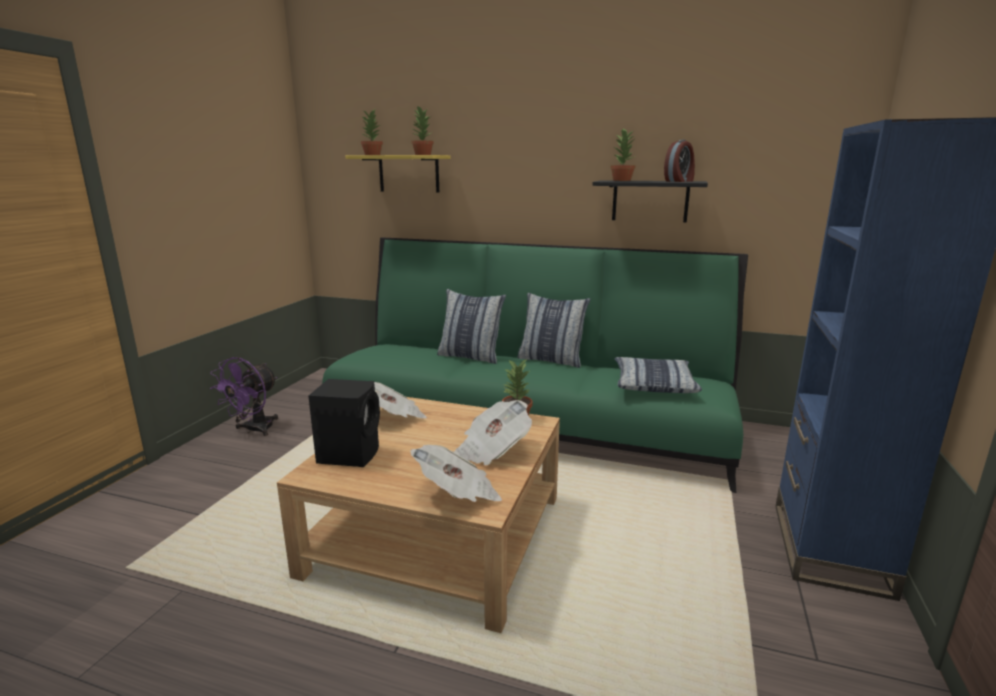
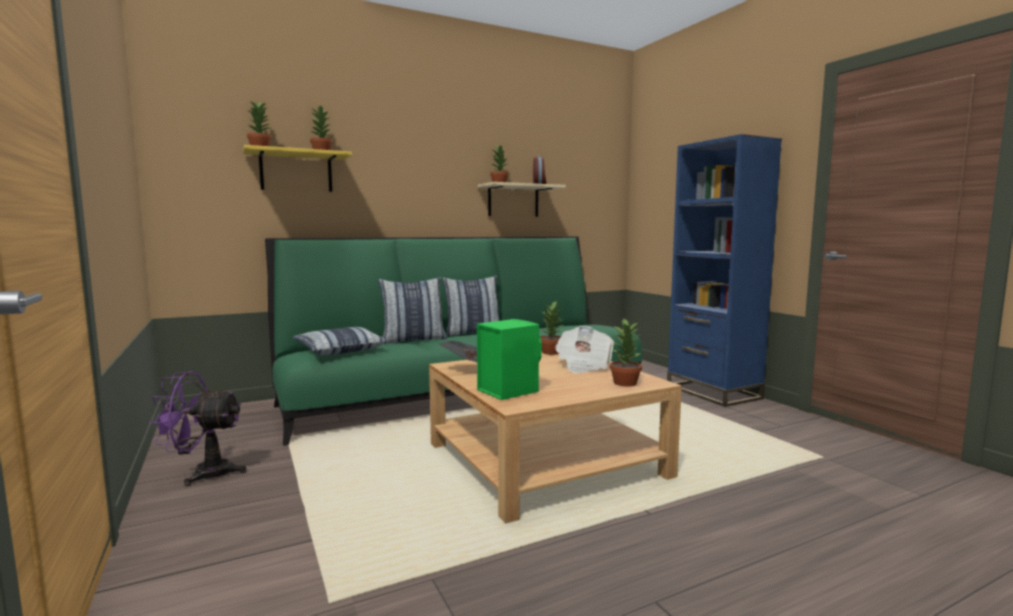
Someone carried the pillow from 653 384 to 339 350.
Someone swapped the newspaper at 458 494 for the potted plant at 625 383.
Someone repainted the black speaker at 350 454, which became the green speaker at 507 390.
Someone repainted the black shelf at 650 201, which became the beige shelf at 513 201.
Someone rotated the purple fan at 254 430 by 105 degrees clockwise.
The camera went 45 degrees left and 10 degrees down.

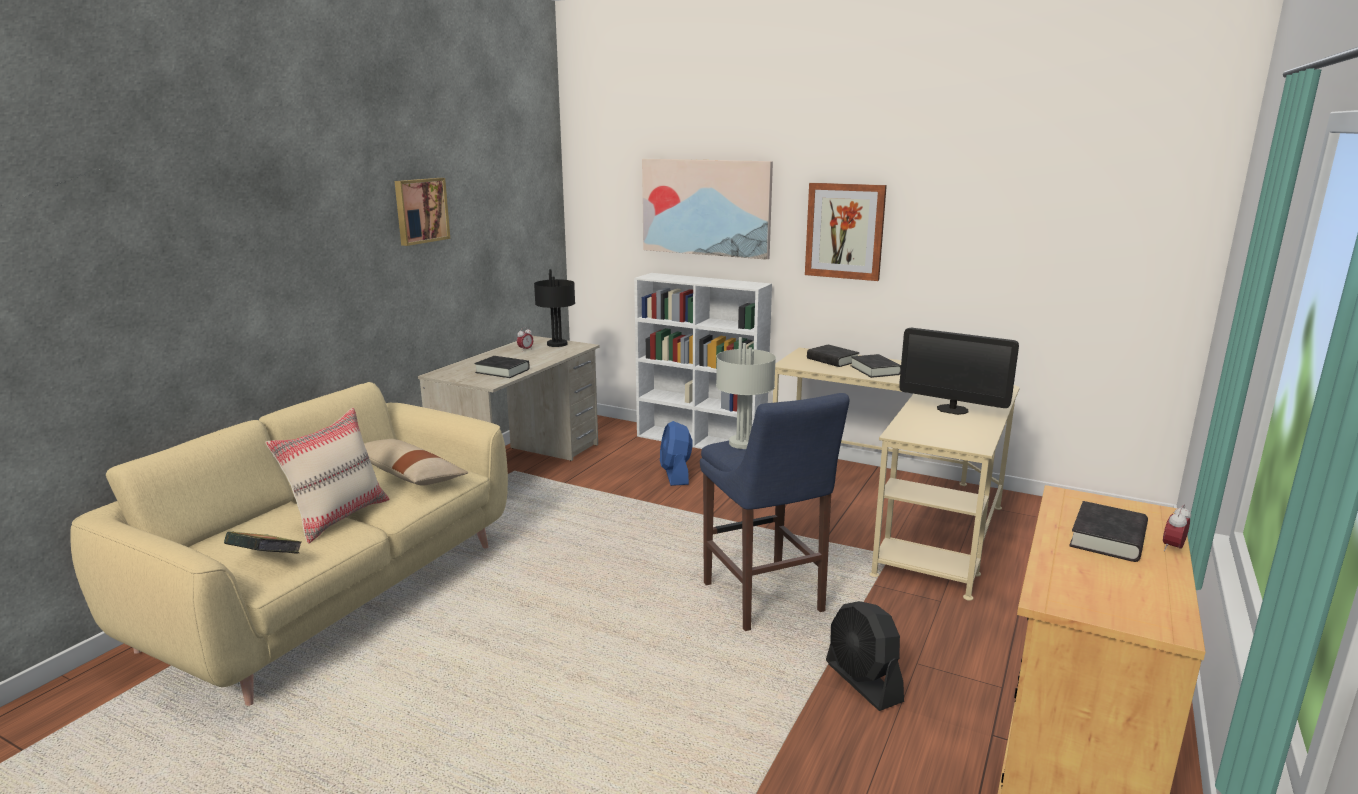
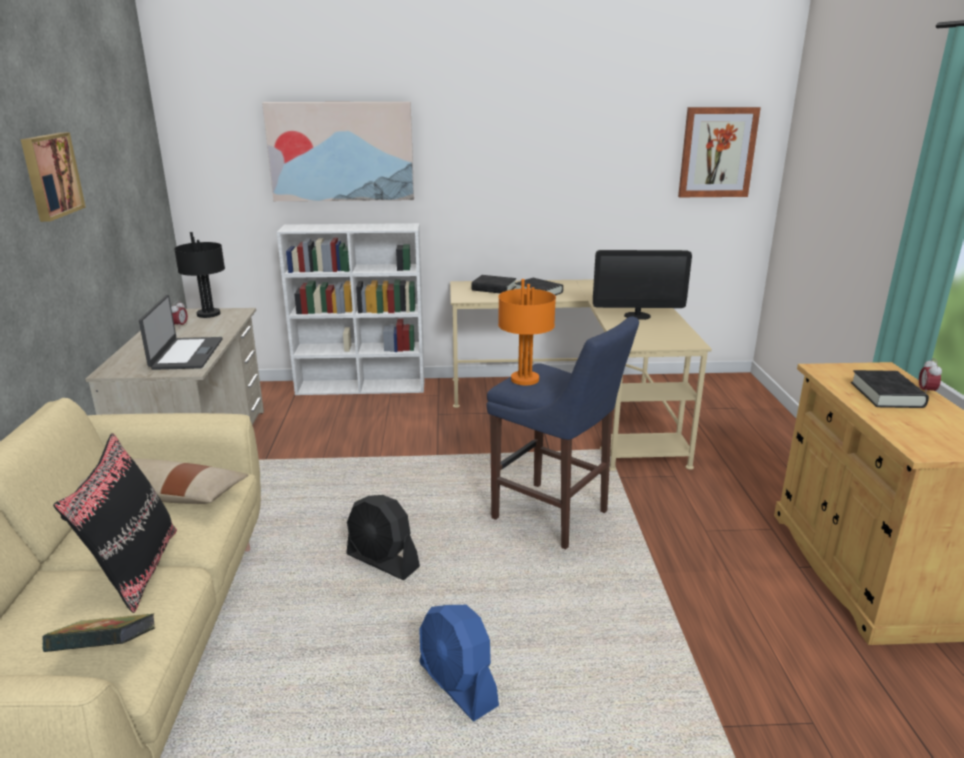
Someone carried the blue fan from 676 474 to 457 685.
Someone carried the picture from 845 231 to 717 152.
Someone carried the black fan from 863 682 to 382 562.
Someone swapped the black book at 502 371 for the laptop at 186 354.
Someone repainted the beige pillow at 338 517, which became the black pillow at 135 569.
Someone repainted the grey table lamp at 744 443, which became the orange table lamp at 524 379.
The camera went 30 degrees left and 5 degrees up.

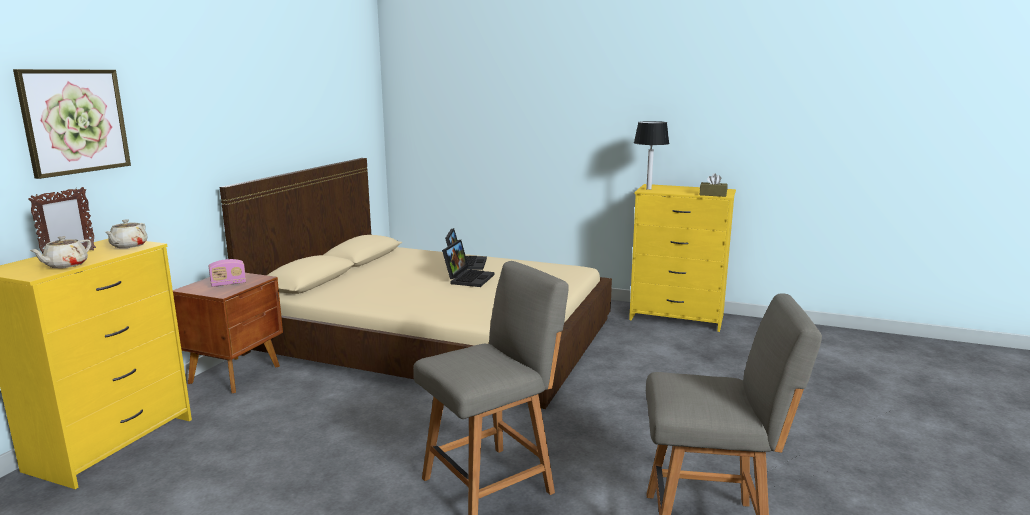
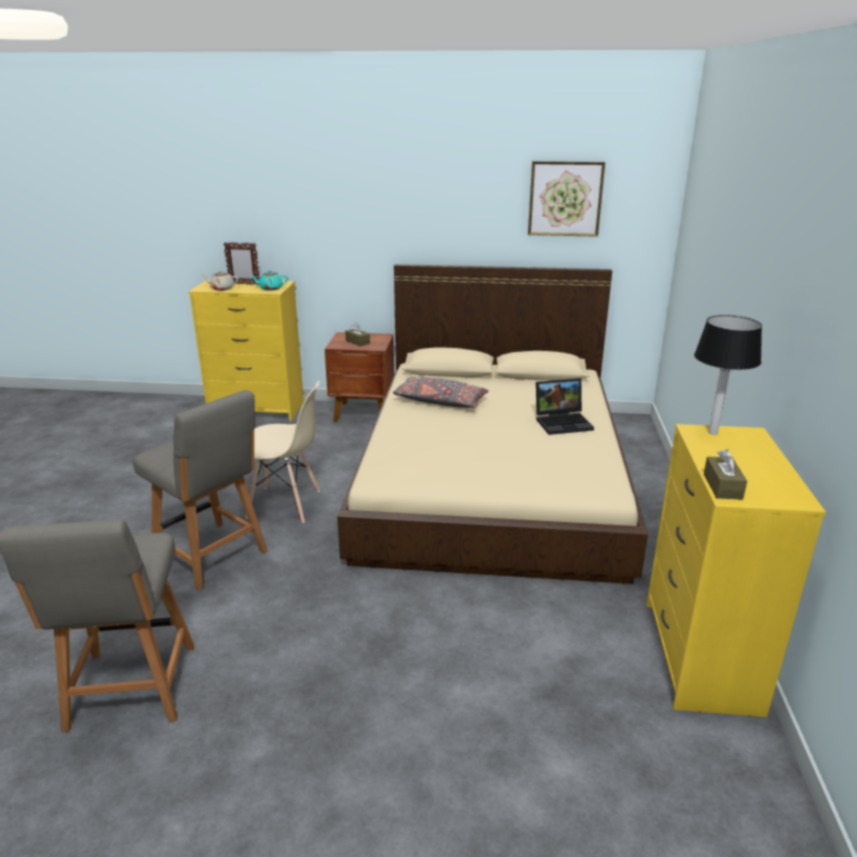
Someone took away the laptop at 468 278.
Someone put down the beige chair at 284 504.
Someone put down the grey pillow at 440 402.
Someone carried the picture from 74 121 to 565 199.
Someone swapped the radio at 228 284 for the brown tissue box at 357 342.
Someone repainted the beige teapot at 128 246, which became the turquoise teapot at 270 288.
The camera went 75 degrees right and 10 degrees up.

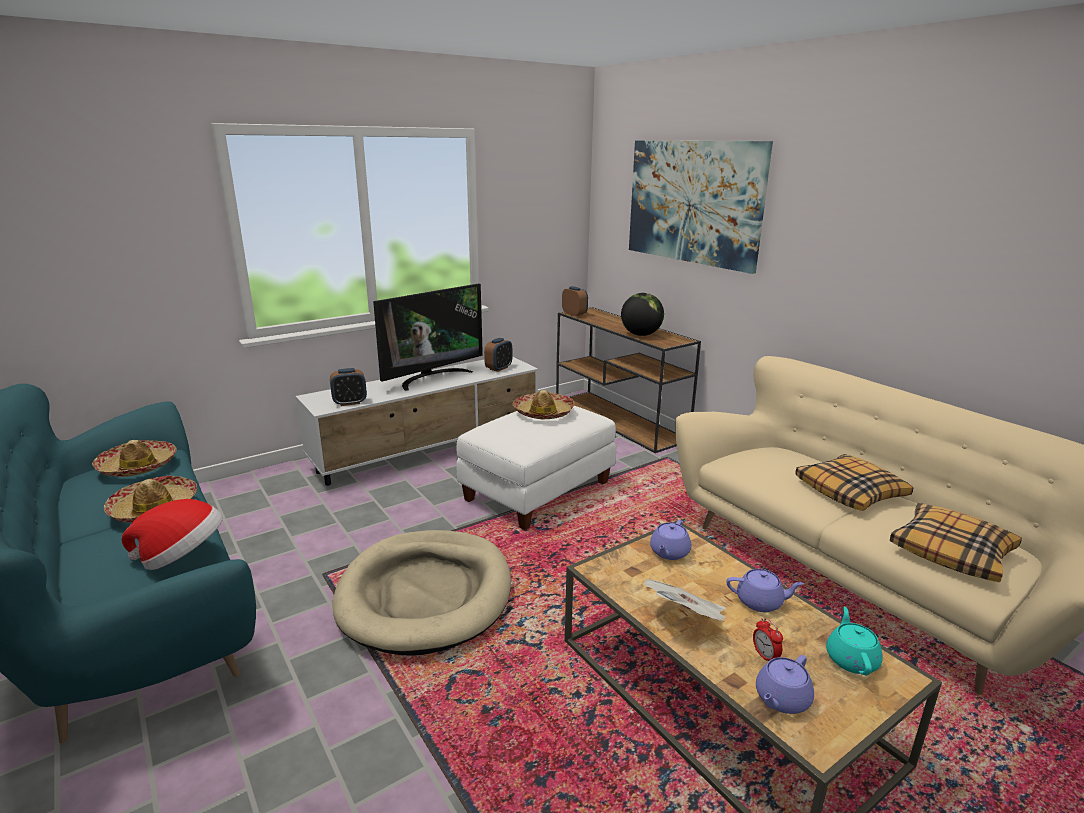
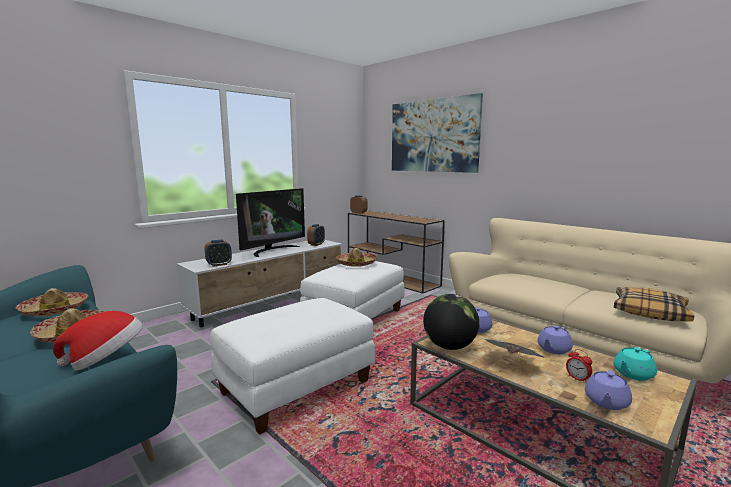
Someone took away the pillow at 850 492.
Someone carried the globe from 641 335 to 449 346.
Someone swapped the beige dog bed at 426 594 for the white ottoman at 296 386.
Someone rotated the purple teapot at 760 602 by 135 degrees clockwise.
Someone rotated the turquoise teapot at 851 659 by 120 degrees counterclockwise.
The camera went 10 degrees left and 10 degrees down.

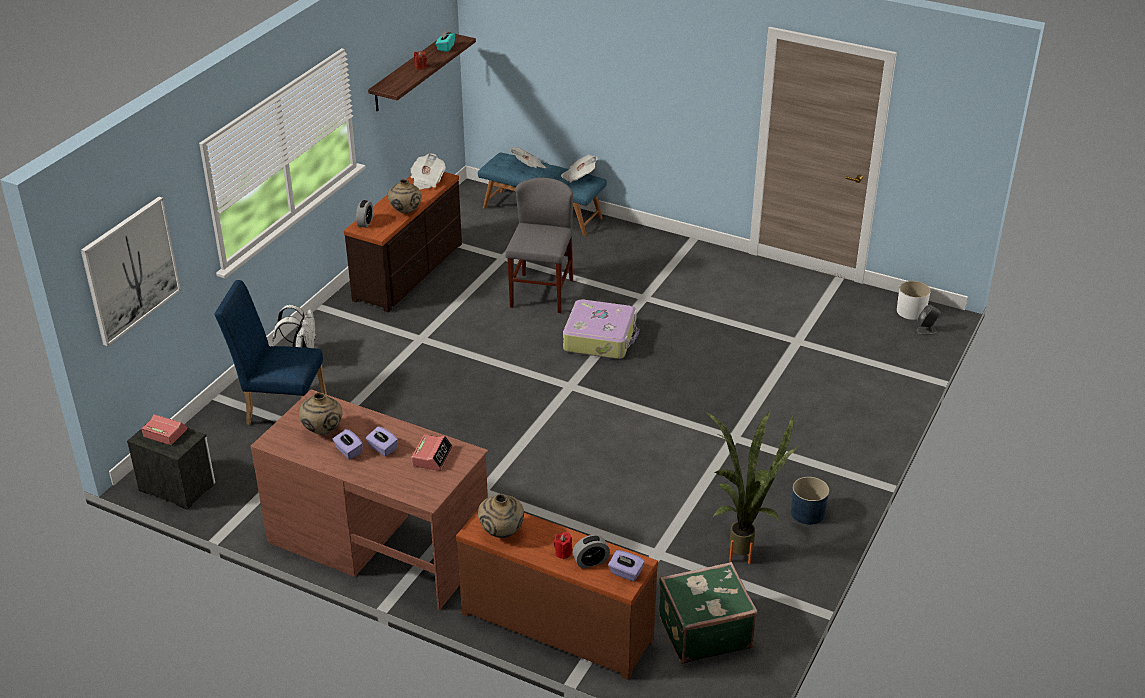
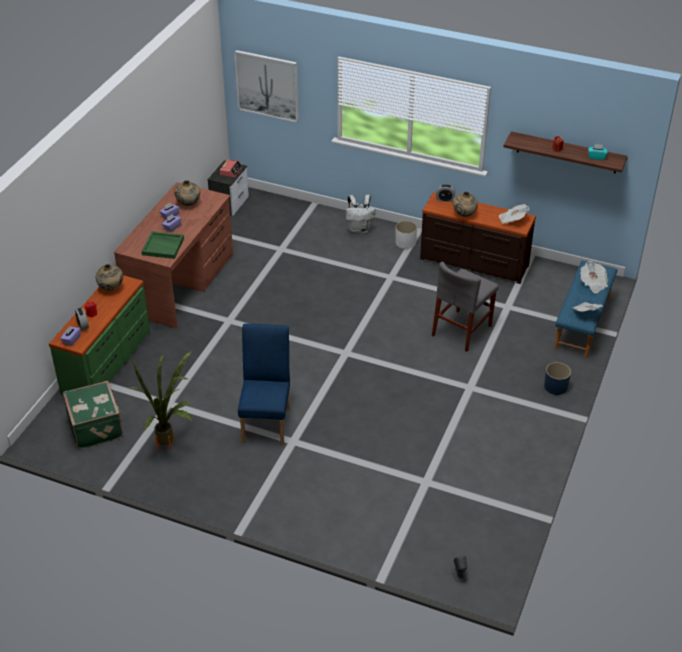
Someone took away the suitcase at 600 338.
Someone carried the blue chair from 281 410 to 267 421.
Someone carried the blue planter from 808 512 to 555 387.
Someone carried the white planter from 911 311 to 405 242.
Someone swapped the alarm clock at 432 457 for the green tray at 163 246.
Someone repainted the brown dresser at 558 625, which became the green dresser at 108 362.
Someone rotated the grey chair at 541 293 by 120 degrees clockwise.
The camera went 85 degrees right and 5 degrees up.

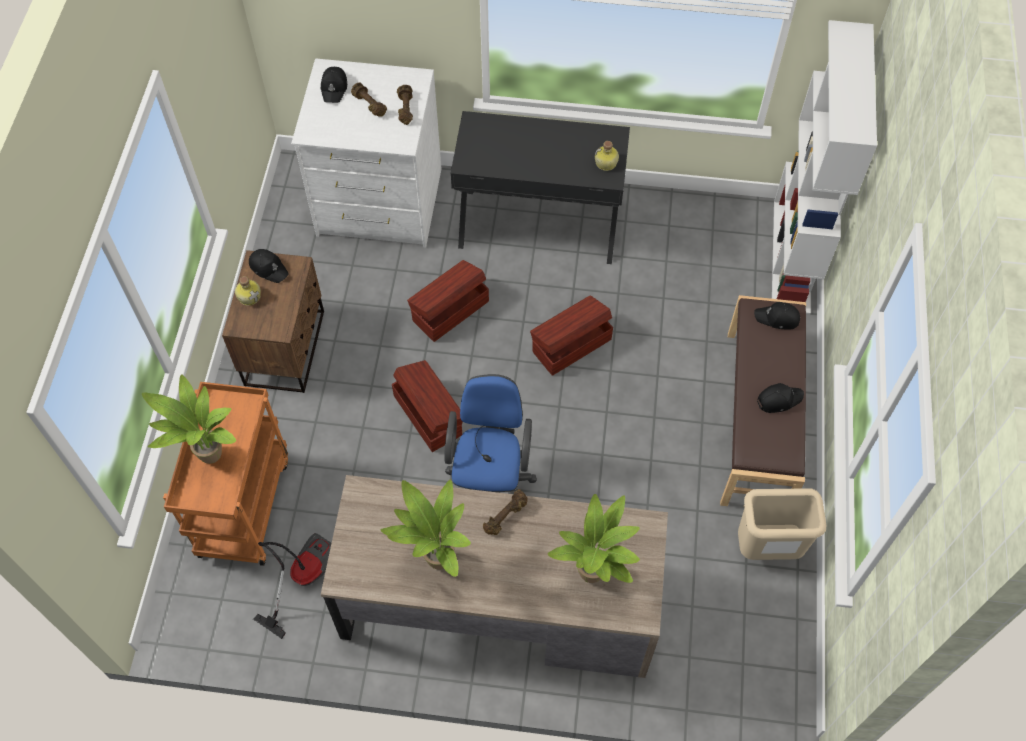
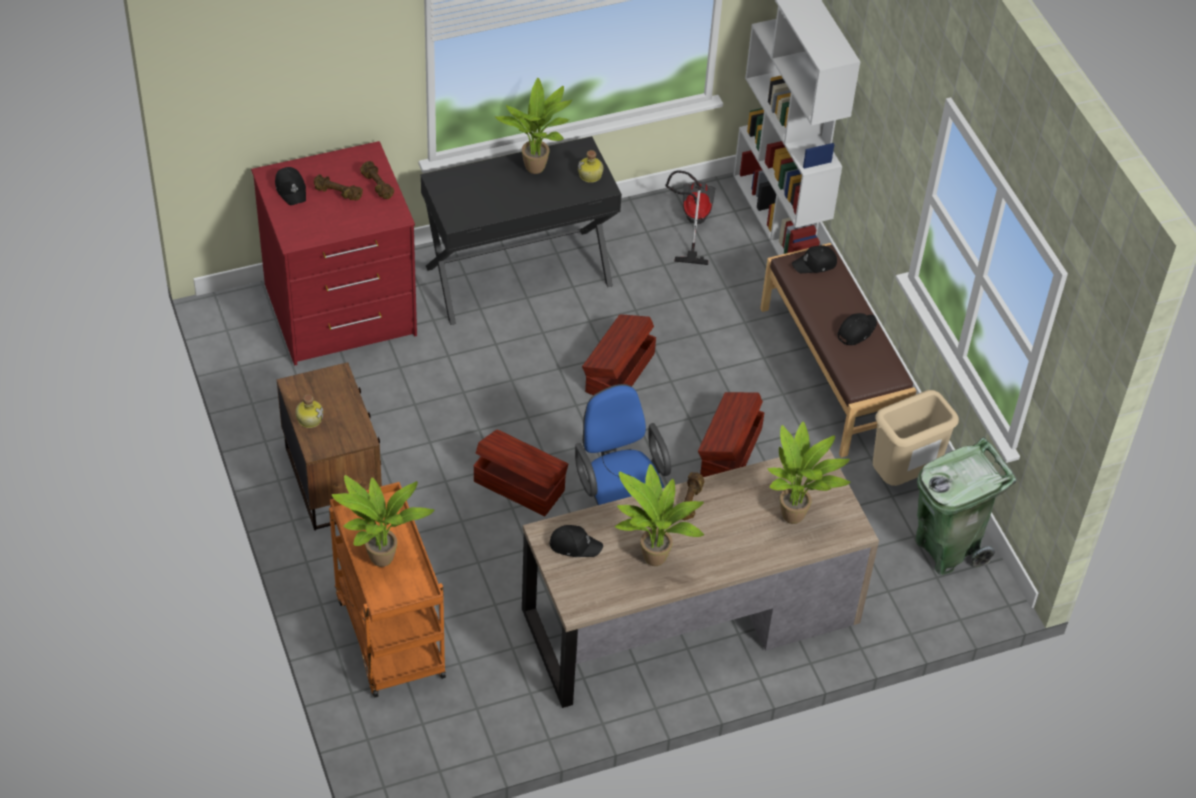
Someone put down the potted plant at 537 170.
Someone put down the green trash can at 947 548.
Someone carried the black cap from 268 268 to 574 545.
Someone carried the vacuum cleaner from 303 576 to 691 221.
Someone carried the brown storage box from 449 310 to 729 452.
Someone repainted the white dresser at 379 204, which became the red dresser at 340 312.
The camera went 30 degrees left and 10 degrees down.

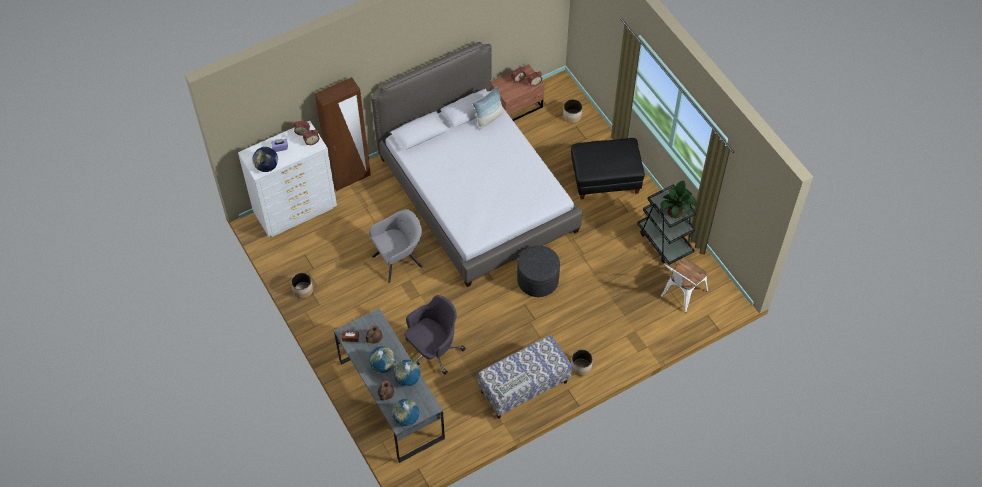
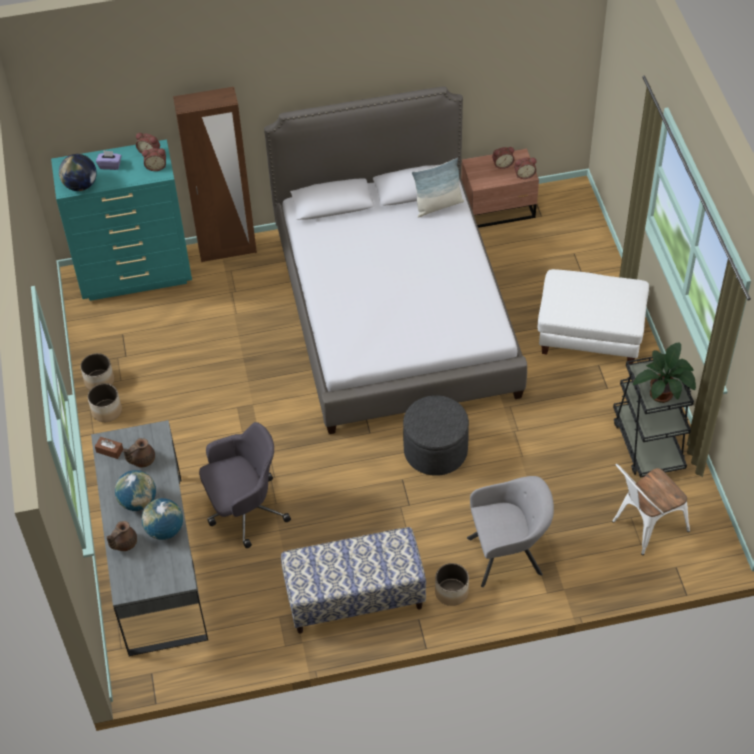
Someone took away the globe at 406 418.
Someone took away the keyboard at 513 386.
Someone carried the grey armchair from 399 260 to 508 555.
Someone carried the planter from 572 116 to 106 411.
Someone repainted the white dresser at 296 211, which became the turquoise dresser at 136 276.
Someone repainted the black ottoman at 605 179, which became the white ottoman at 590 334.
The camera went 20 degrees right and 5 degrees down.

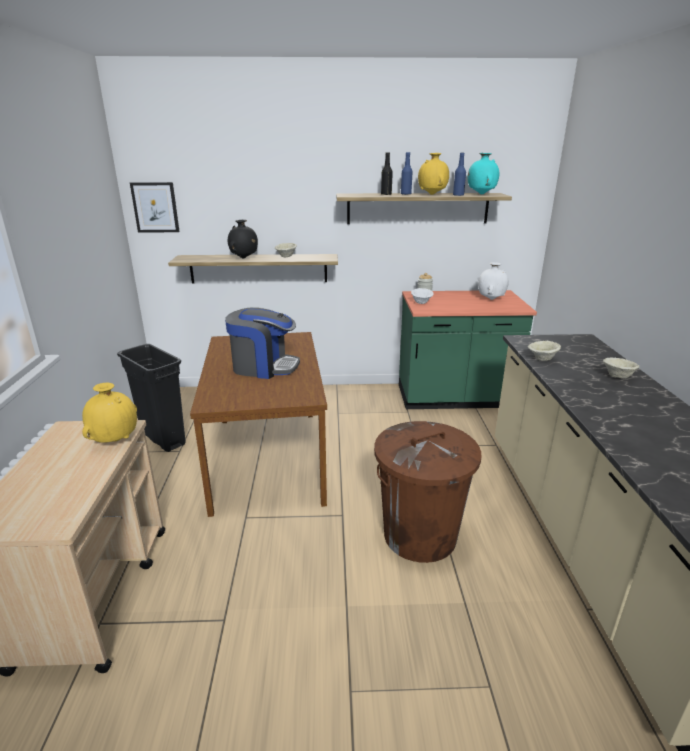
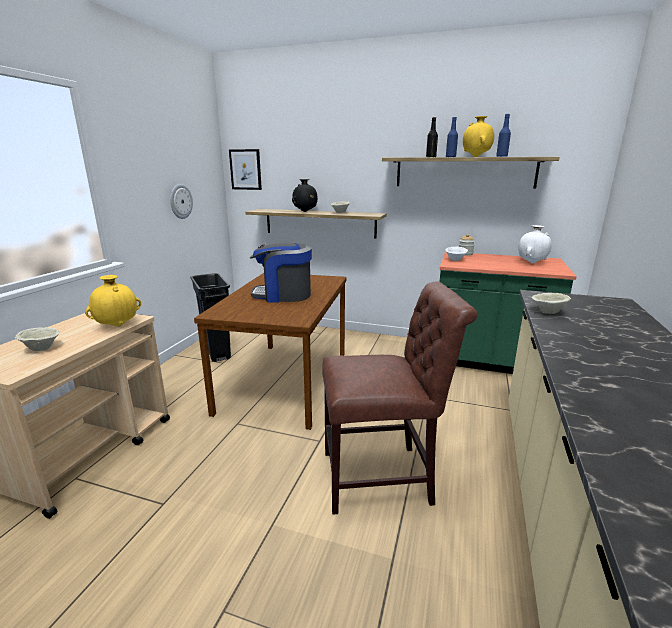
Someone took away the turquoise vase at 481 194.
Someone put up the wall clock at 180 201.
Someone carried the beige bowl from 617 377 to 41 349.
Someone swapped the brown trash can at 420 535 for the brown chair at 383 477.
Someone rotated the coffee machine at 264 367 by 150 degrees clockwise.
The camera went 20 degrees right and 5 degrees down.

